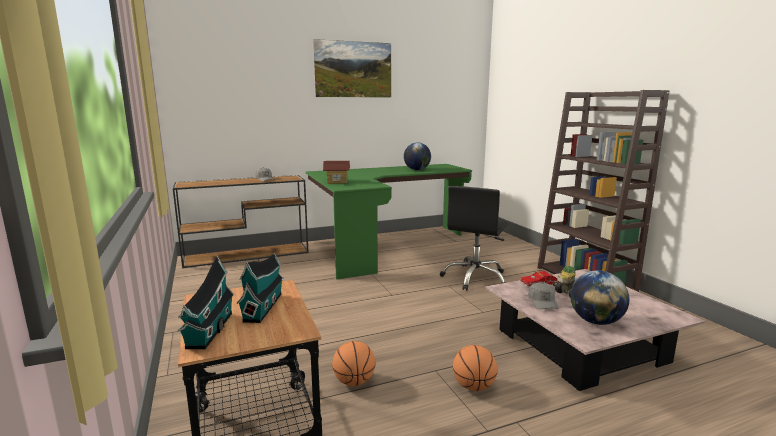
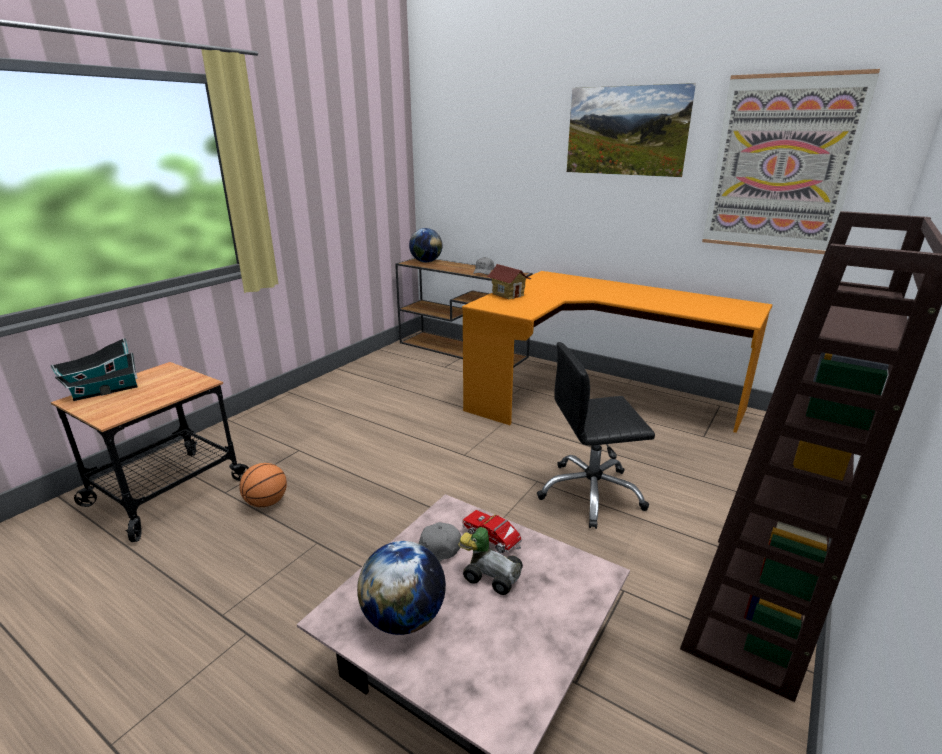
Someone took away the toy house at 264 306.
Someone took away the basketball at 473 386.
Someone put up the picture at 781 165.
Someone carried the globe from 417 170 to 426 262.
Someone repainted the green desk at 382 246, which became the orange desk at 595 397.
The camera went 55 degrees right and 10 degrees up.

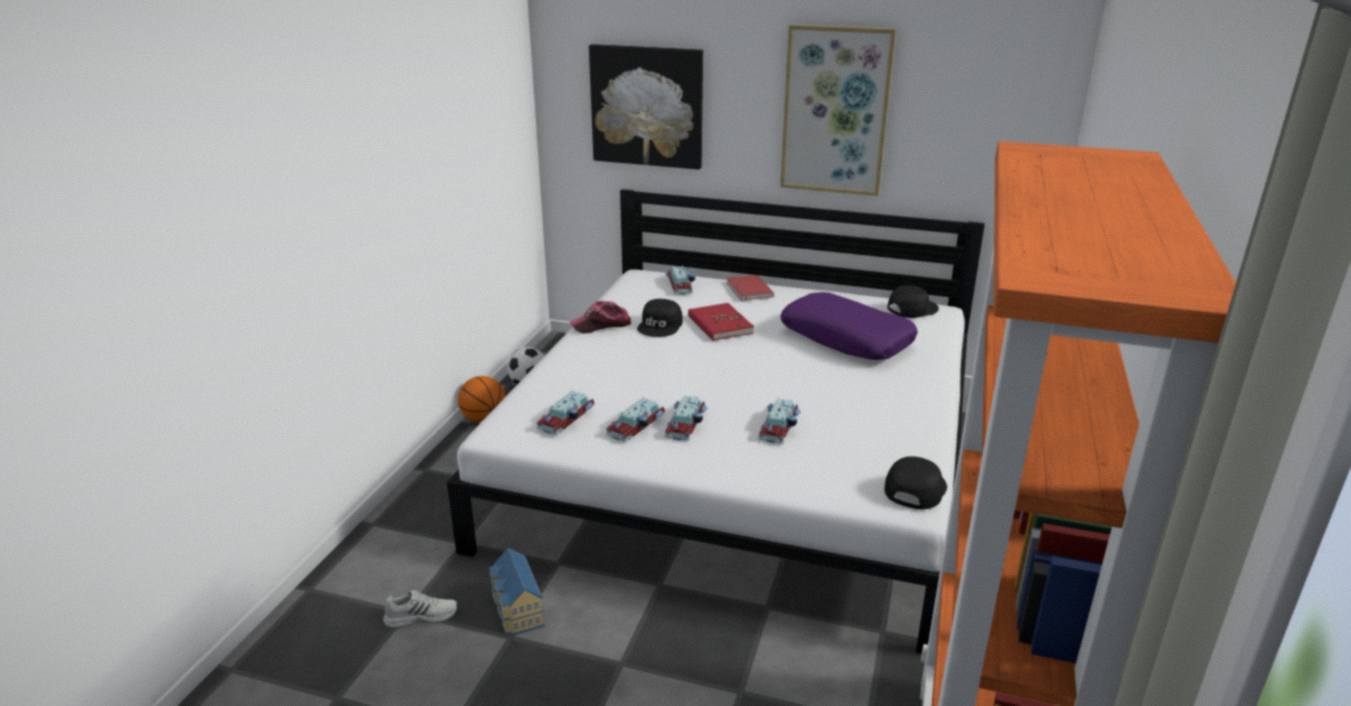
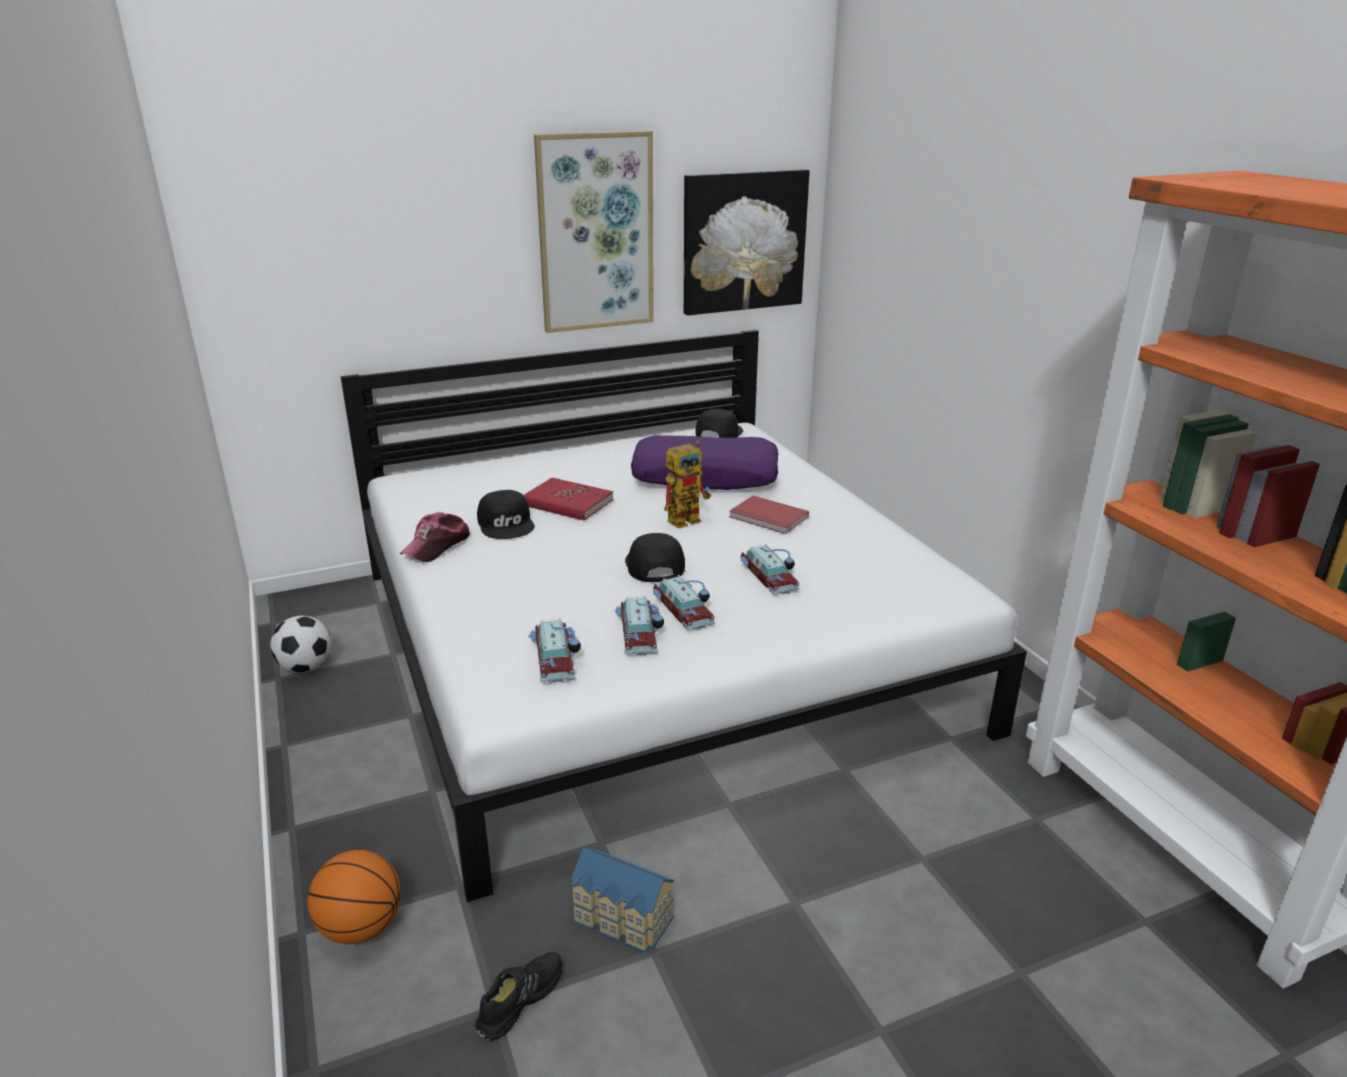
Someone took away the toy car at 681 285.
Someone put down the toy robot at 688 518.
Someone carried the basketball from 484 419 to 361 927.
Someone carried the picture from 647 106 to 743 241.
Someone carried the red book from 748 290 to 768 518.
Someone carried the black cap from 914 488 to 653 565.
Someone repainted the white shoe at 421 616, which became the black shoe at 519 999.
The camera went 40 degrees left and 0 degrees up.

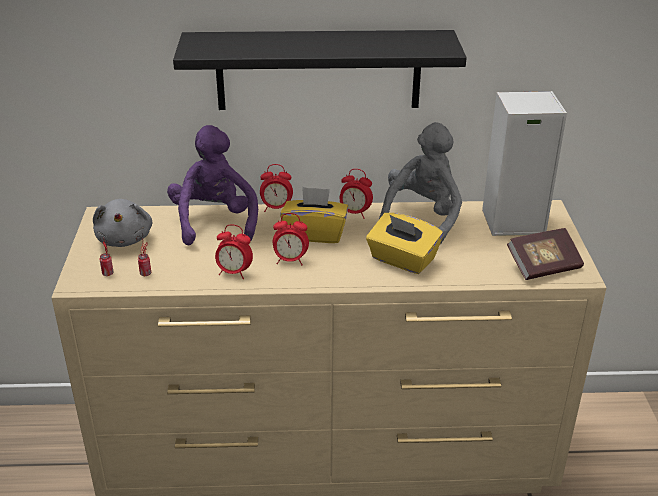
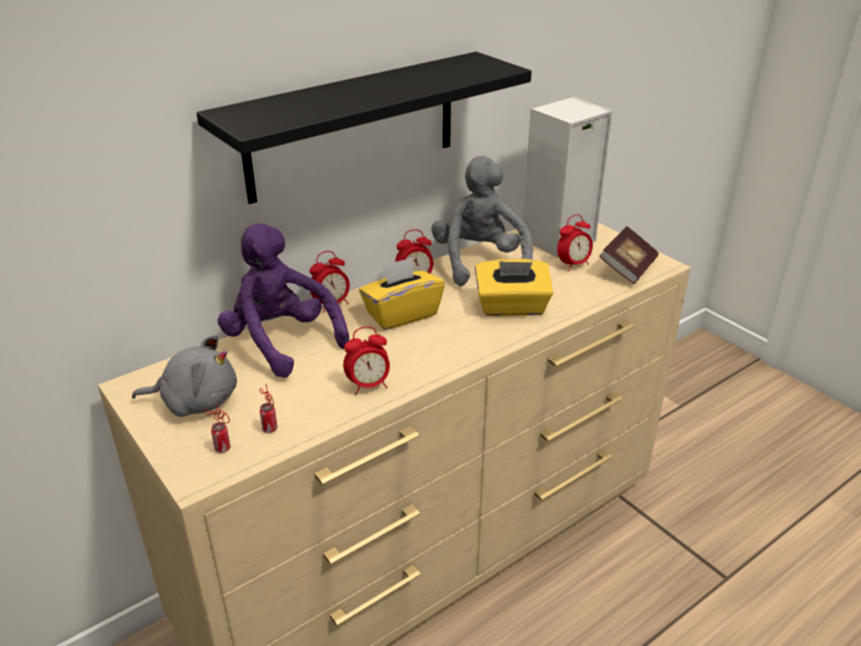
Someone carried the alarm clock from 290 260 to 573 265.
Someone rotated the grey plush toy at 125 239 by 45 degrees counterclockwise.
The camera went 35 degrees left and 0 degrees up.

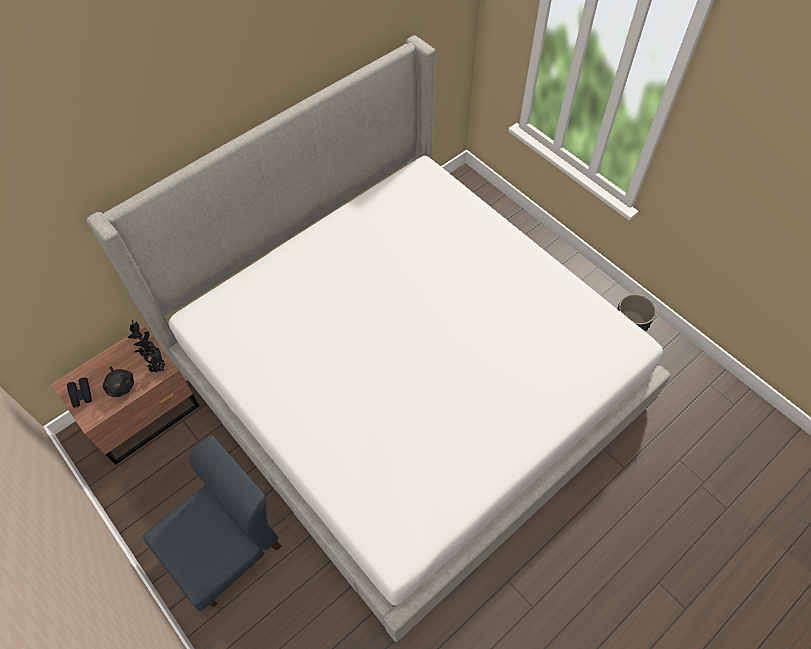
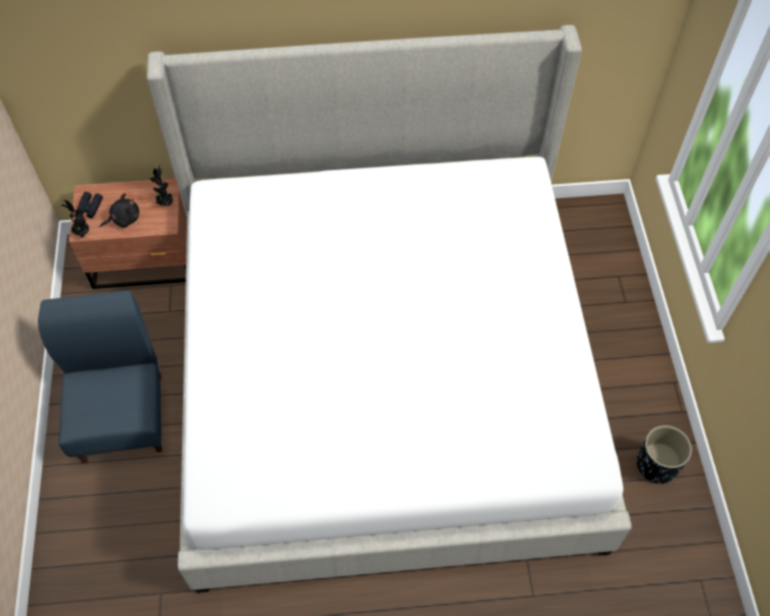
Someone carried the potted plant from 157 369 to 81 233.
Someone rotated the black plush toy at 121 385 by 120 degrees counterclockwise.
Someone rotated the blue chair at 226 548 by 90 degrees counterclockwise.
The camera went 35 degrees right and 0 degrees up.

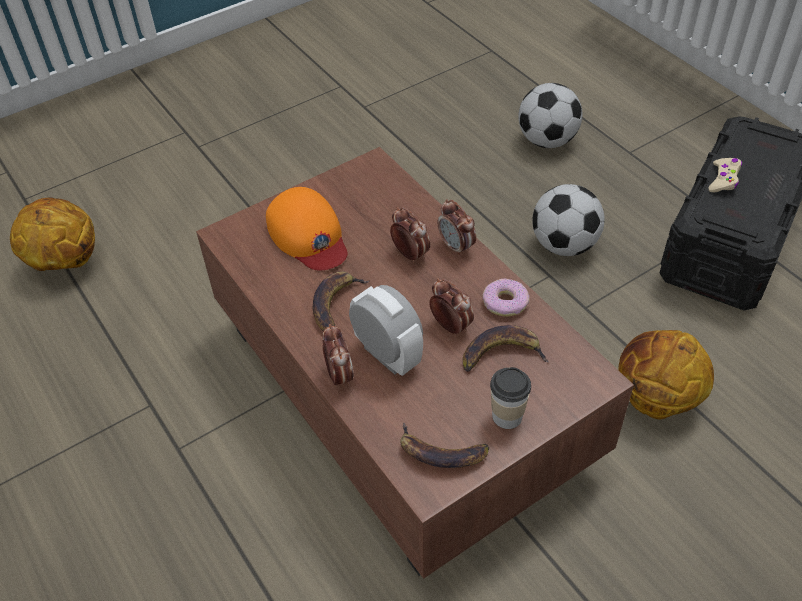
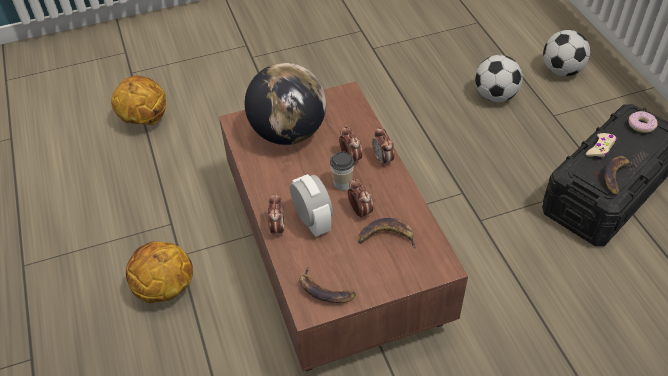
Someone carried the banana from 336 305 to 616 176.
Someone carried the donut from 505 302 to 641 125.
Someone carried the cup from 507 416 to 342 184.
Someone carried the football from 564 245 to 562 71.
Someone carried the basketball from 655 398 to 164 289.
Someone swapped the orange cap at 308 235 for the globe at 288 132.
The camera went 15 degrees right and 0 degrees up.

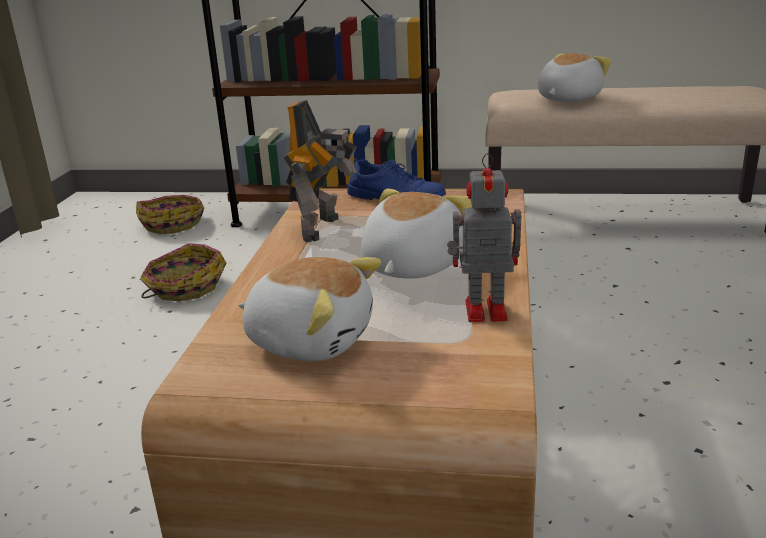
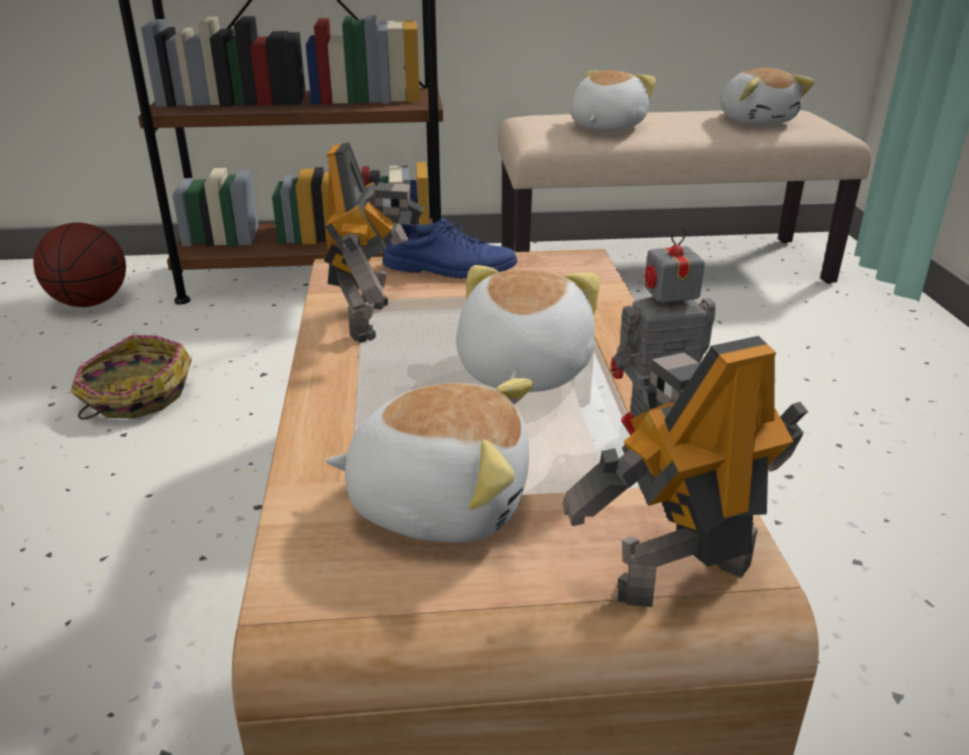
Someone put down the toy robot at 679 573.
Someone put down the plush toy at 756 121.
Someone swapped the basket at 173 223 for the basketball at 90 303.
The camera went 15 degrees left and 5 degrees up.

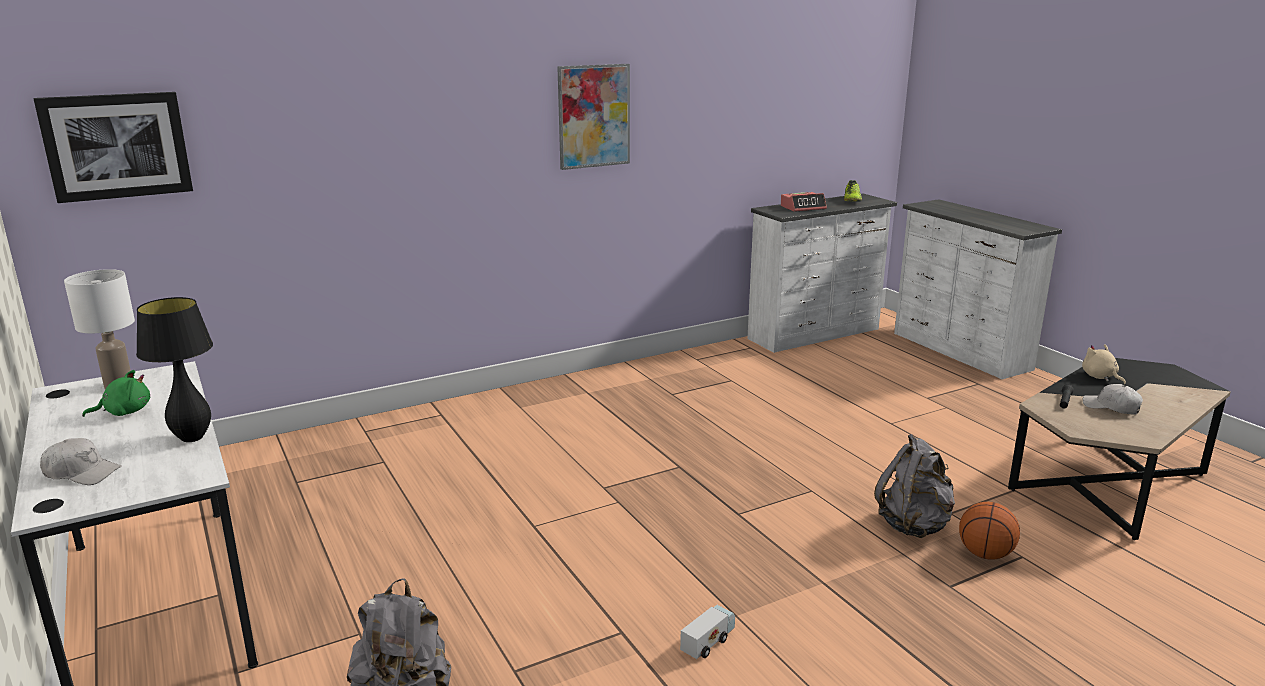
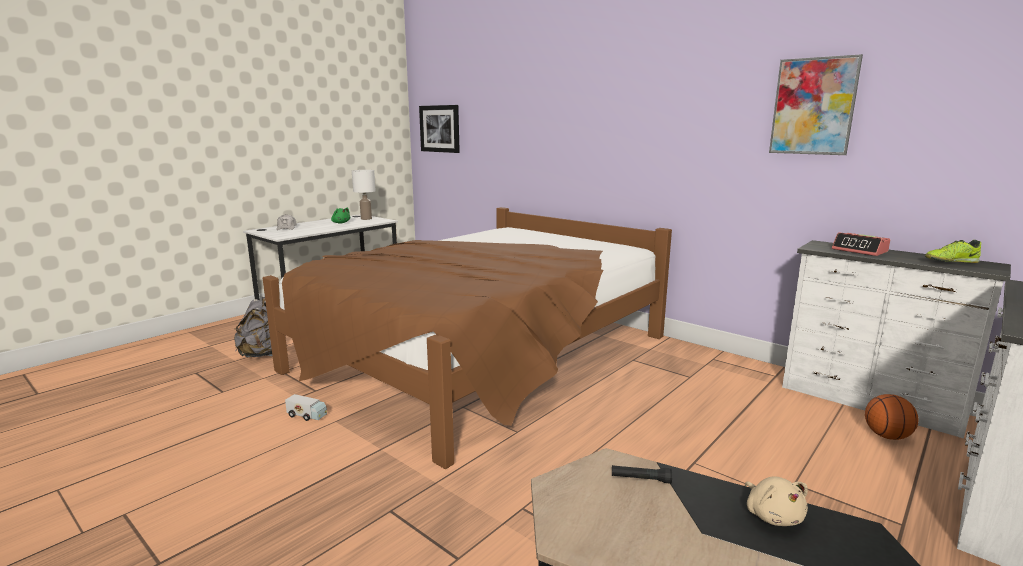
Someone took away the black table lamp at 192 438.
Someone took away the grey backpack at 914 525.
Someone took away the white cap at 1111 407.
Someone put down the brown bed at 482 354.
Someone carried the picture from 593 116 to 813 106.
Someone carried the basketball from 985 554 to 886 436.
Someone rotated the beige plush toy at 1100 377 by 120 degrees clockwise.
The camera went 70 degrees right and 5 degrees down.

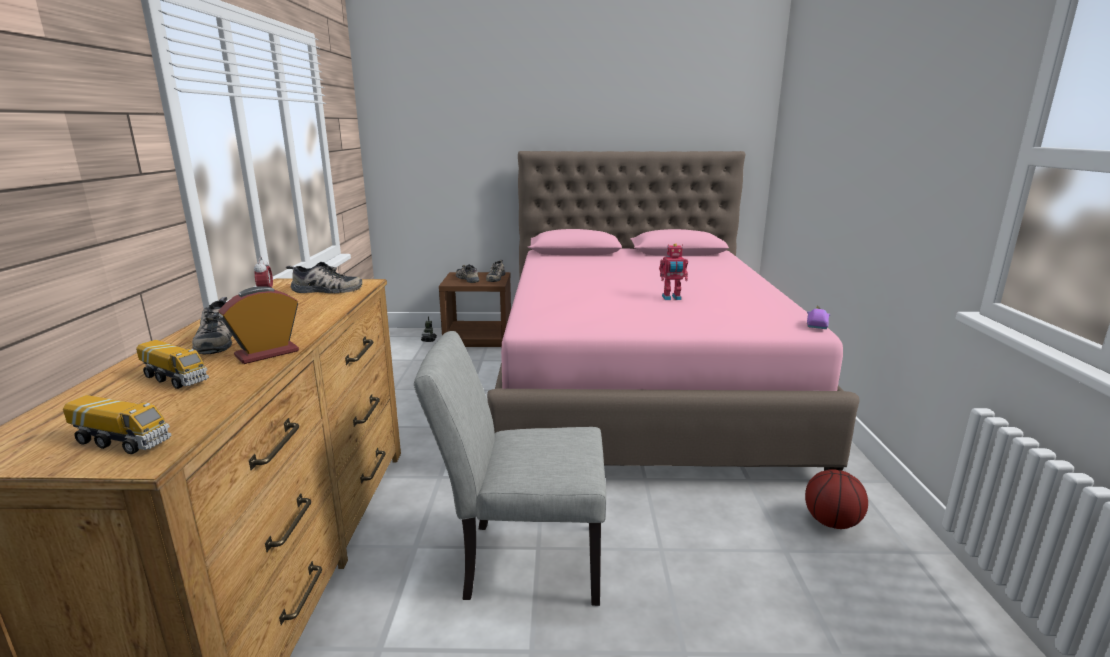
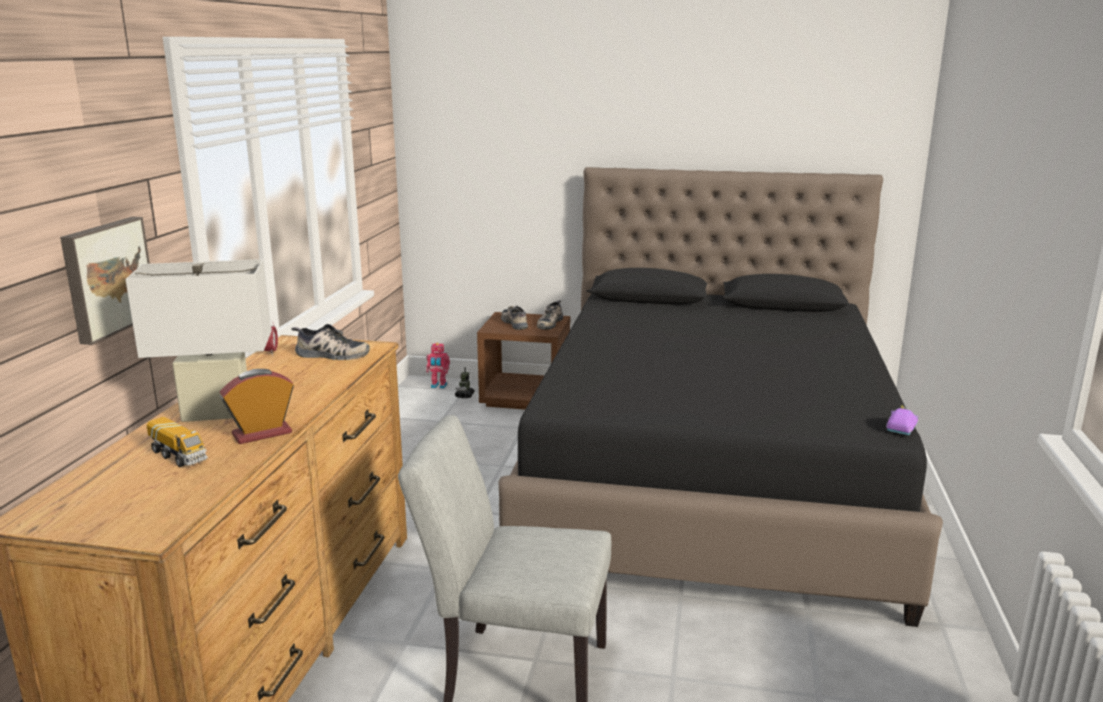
Someone took away the toy truck at 123 442.
Someone took away the basketball at 831 522.
Someone put up the picture at 106 278.
Someone carried the toy robot from 671 298 to 438 386.
Someone swapped the shoe at 216 340 for the white table lamp at 216 413.
Someone repainted the pink bed at 639 386, which became the black bed at 710 478.
The camera went 10 degrees right and 0 degrees up.

